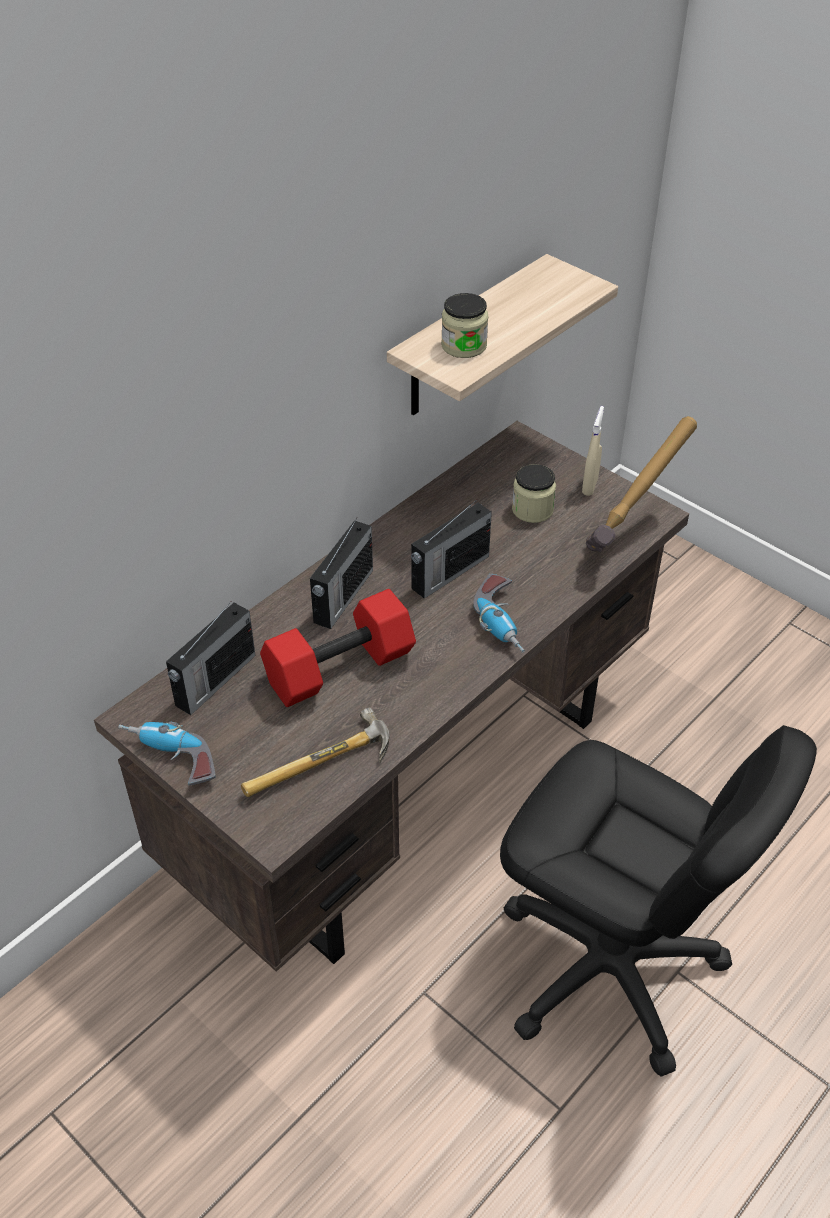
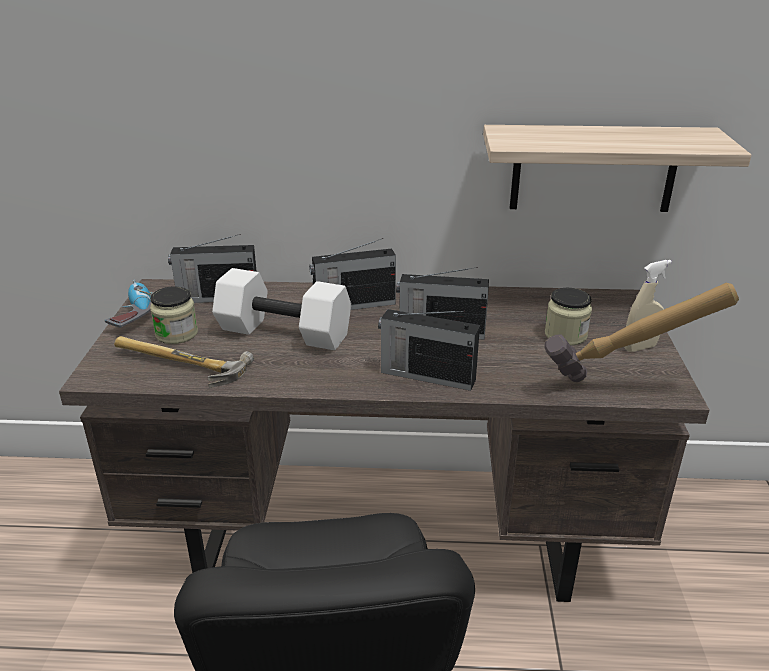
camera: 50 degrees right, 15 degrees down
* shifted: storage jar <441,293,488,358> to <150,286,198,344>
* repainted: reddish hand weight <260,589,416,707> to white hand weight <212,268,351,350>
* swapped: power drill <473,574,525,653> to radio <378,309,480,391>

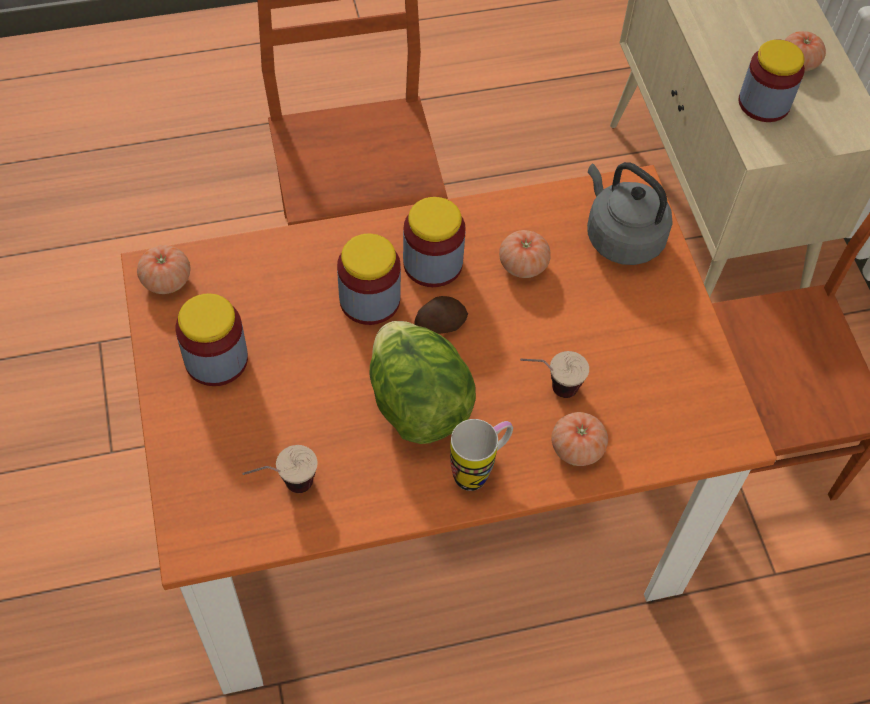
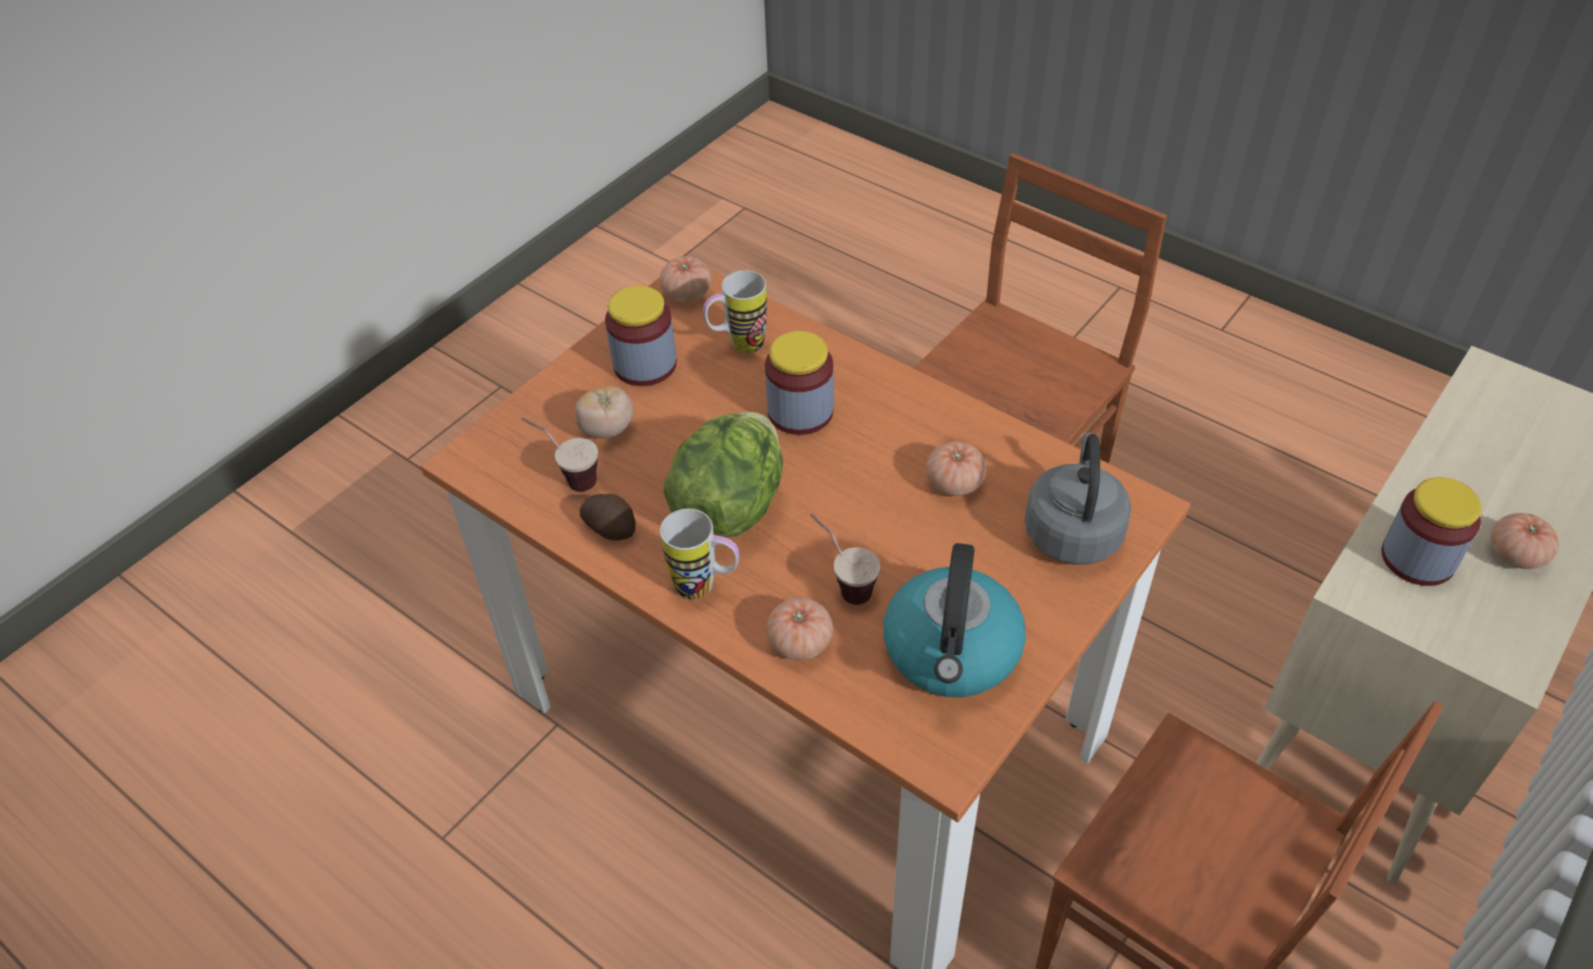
camera: 55 degrees right, 10 degrees down
* new: whole tomato <575,386,633,439>
* shifted: spud <414,296,468,334> to <580,494,636,541>
* new: mug <703,270,767,353>
* new: water kettle <883,543,1026,697>
* gone: storage jar <403,197,466,287>

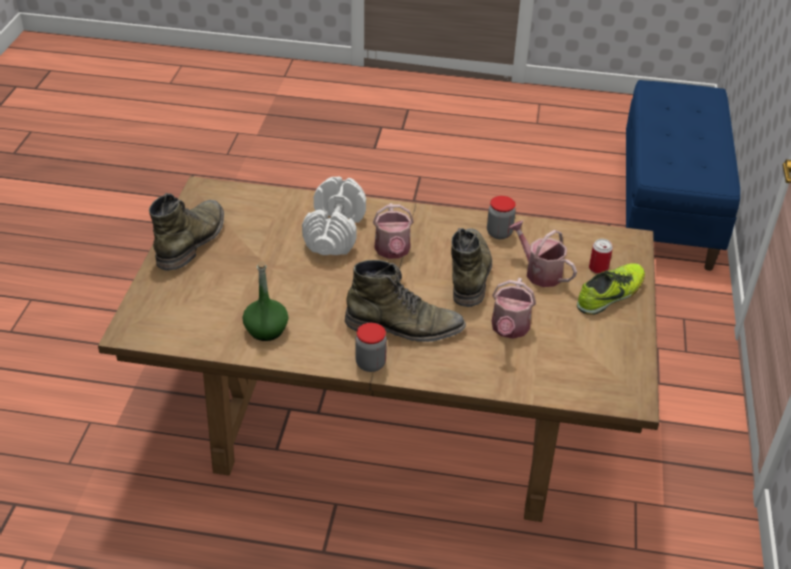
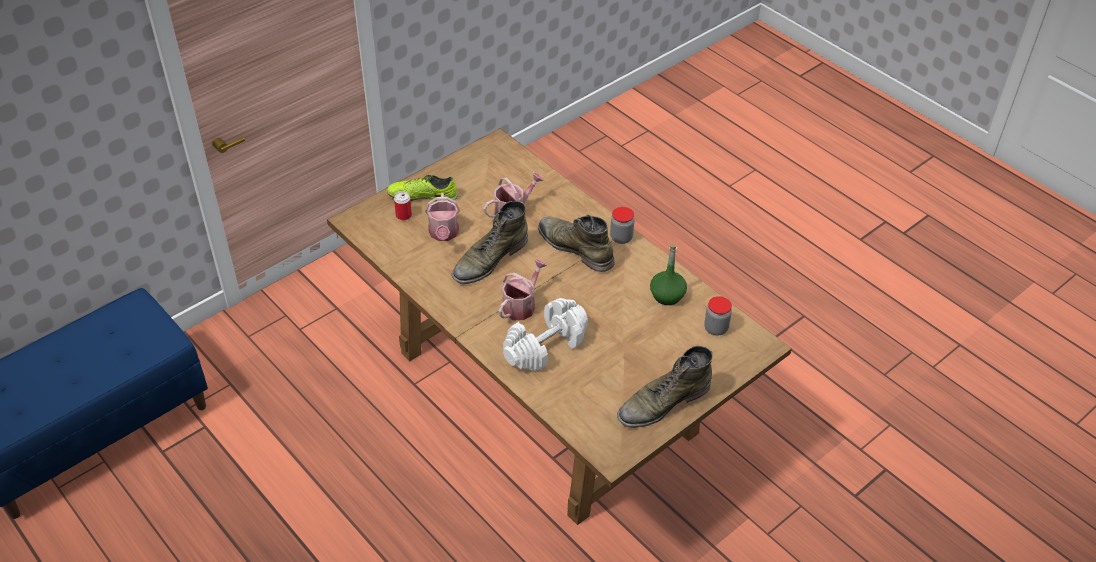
camera: 140 degrees left, 5 degrees up
* shifted: storage jar <487,196,516,239> to <704,296,732,336>

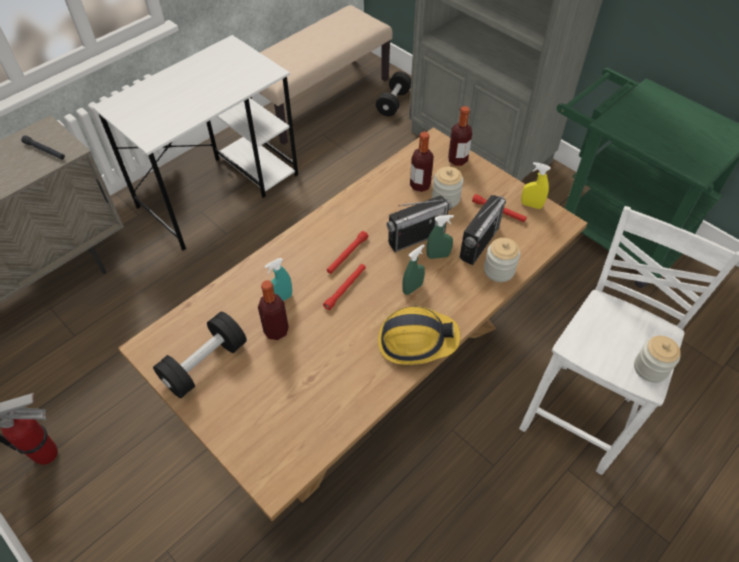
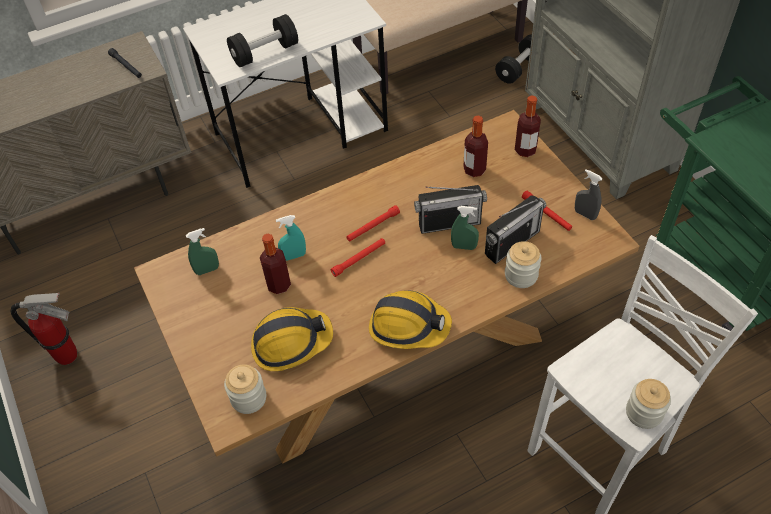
camera: 20 degrees right, 0 degrees up
* shifted: greenish sprayer <402,244,425,295> to <186,228,219,275>
* shifted: storage jar <432,167,463,207> to <224,364,266,414>
* shifted: black-coloured hand weight <153,312,247,398> to <227,14,298,67>
* new: hard hat <251,307,333,371>
* repainted: yellow-coloured sprayer <521,162,550,209> to gray sprayer <575,169,603,220>

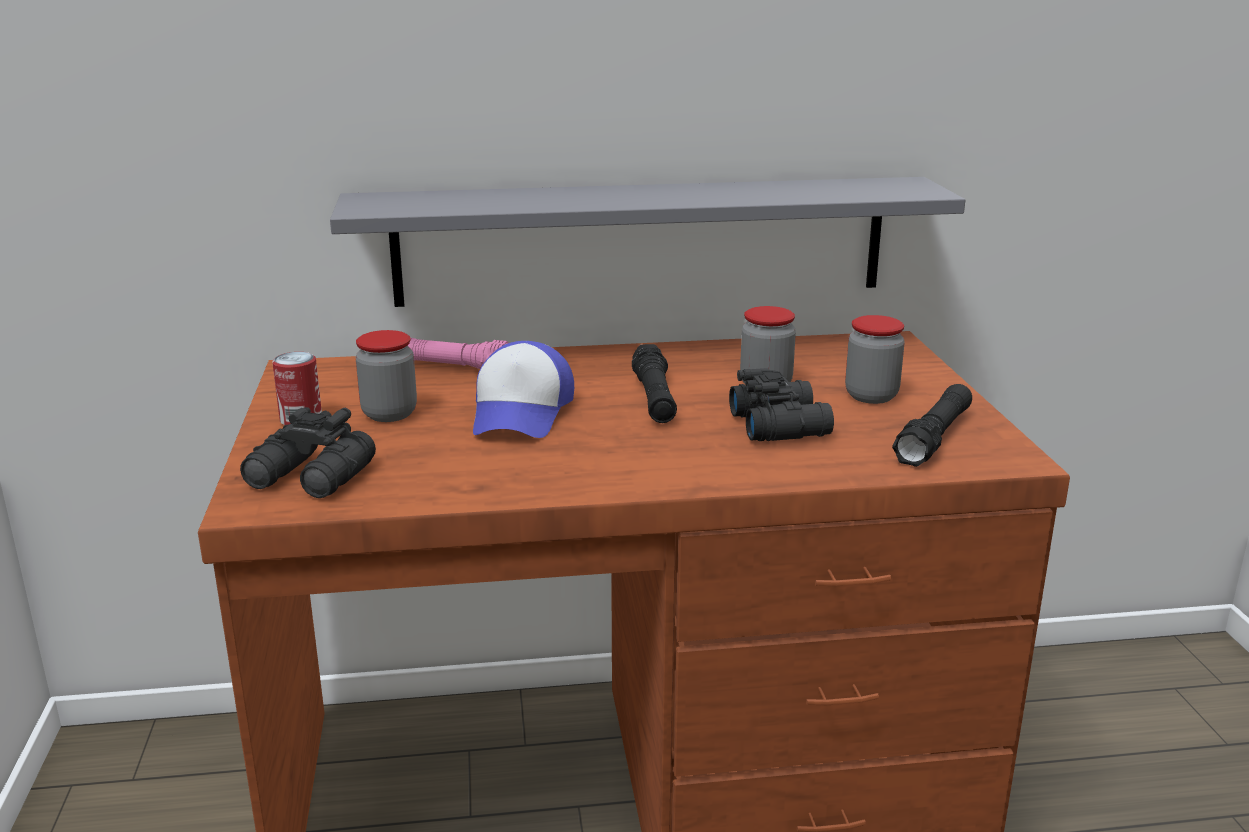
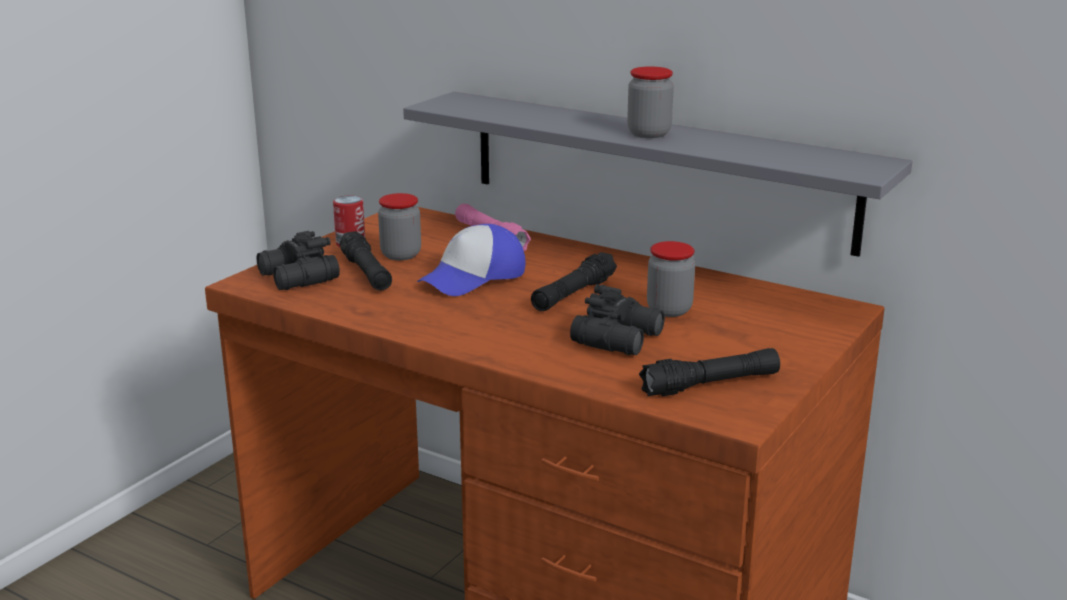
camera: 40 degrees right, 0 degrees up
* new: black-coloured flashlight <339,231,392,291>
* shifted: storage jar <845,315,905,404> to <627,66,674,138>

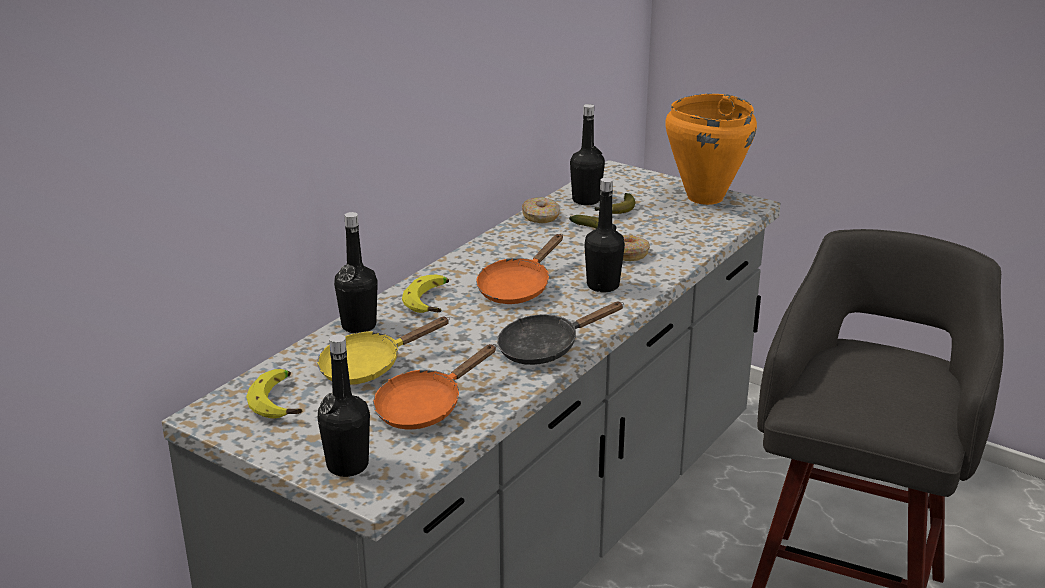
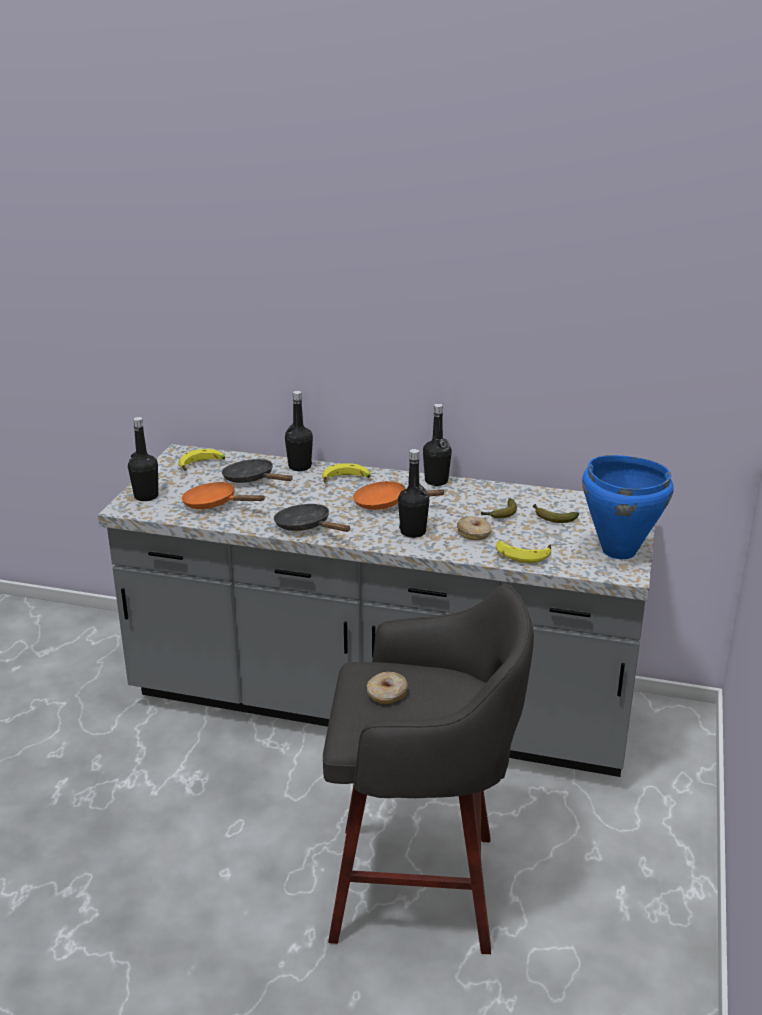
camera: 70 degrees right, 0 degrees up
* repainted: yellow-coloured pan <317,317,450,384> to black-coloured pan <222,459,293,483>
* shifted: ring doughnut <522,197,560,223> to <367,672,408,704>
* shifted: black-coloured drink bottle <570,104,605,205> to <423,404,452,486>
* new: banana <496,540,551,563>
* repainted: orange stockpot <665,94,757,205> to bluish stockpot <582,455,674,559>

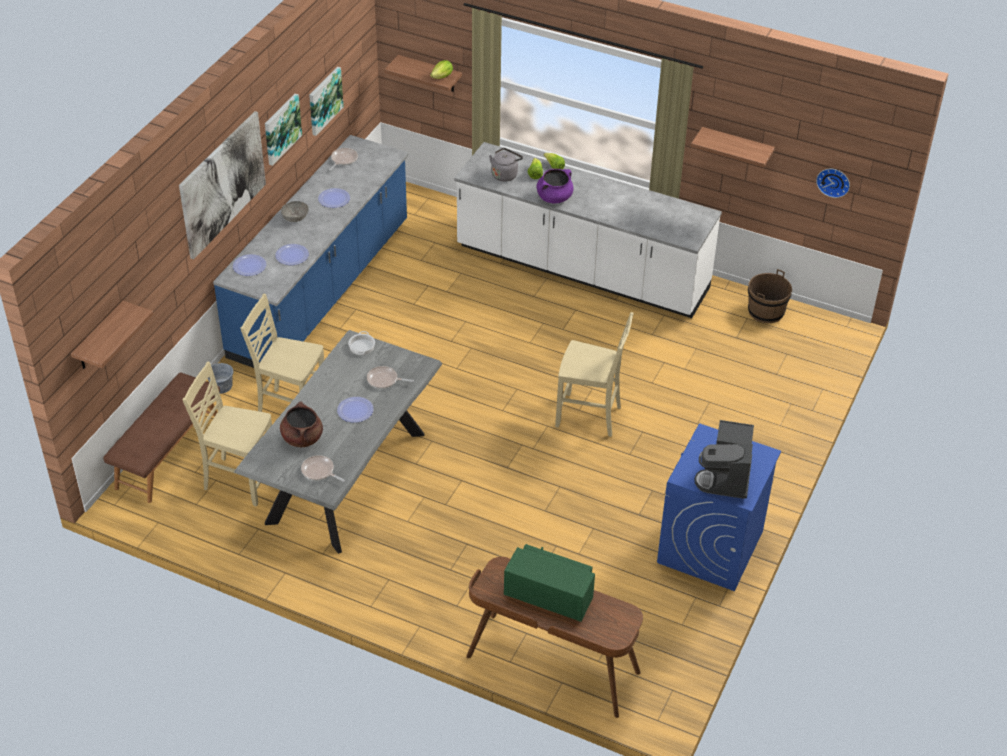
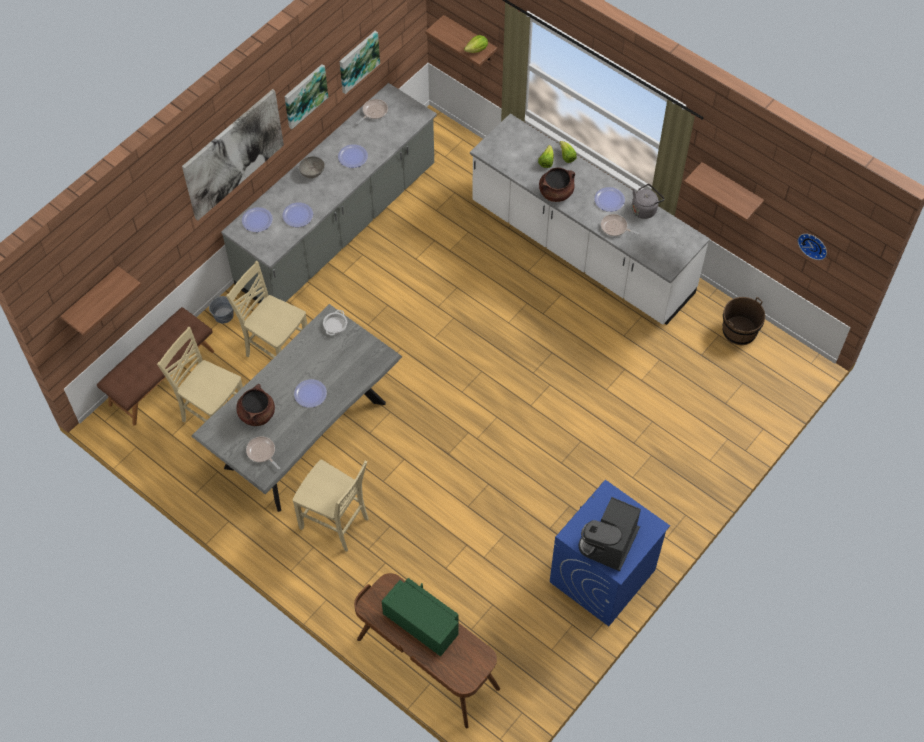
camera: 15 degrees right, 15 degrees up
* repainted: bluish counter <213,135,409,368> to gray counter <221,83,437,304>
* shifted: sand-coloured plain chair <555,312,634,437> to <292,460,369,552>
* repainted: purple stockpot <537,169,574,204> to brown stockpot <539,167,575,202>
* new: flat dish <594,187,625,212>
* shifted: pan <367,366,414,389> to <601,214,640,236>
* shifted: gray water kettle <489,148,523,182> to <632,184,664,219>

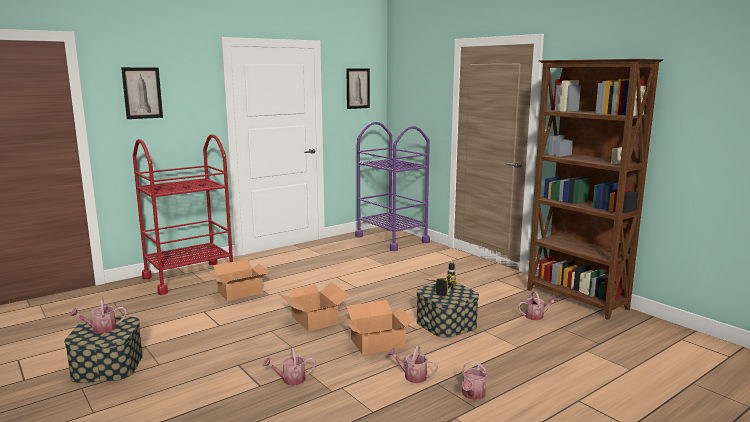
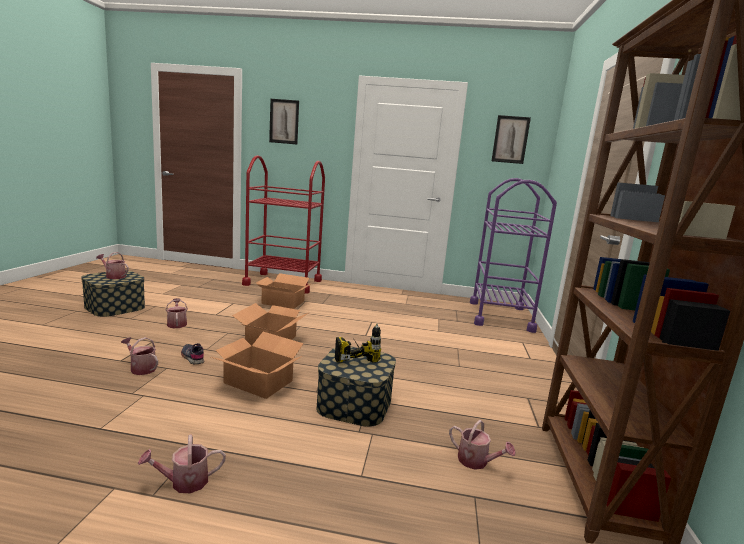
camera: 45 degrees right, 0 degrees up
* shifted: watering can <387,346,438,383> to <166,298,188,328>
* new: gray item of footwear <181,343,204,364>

